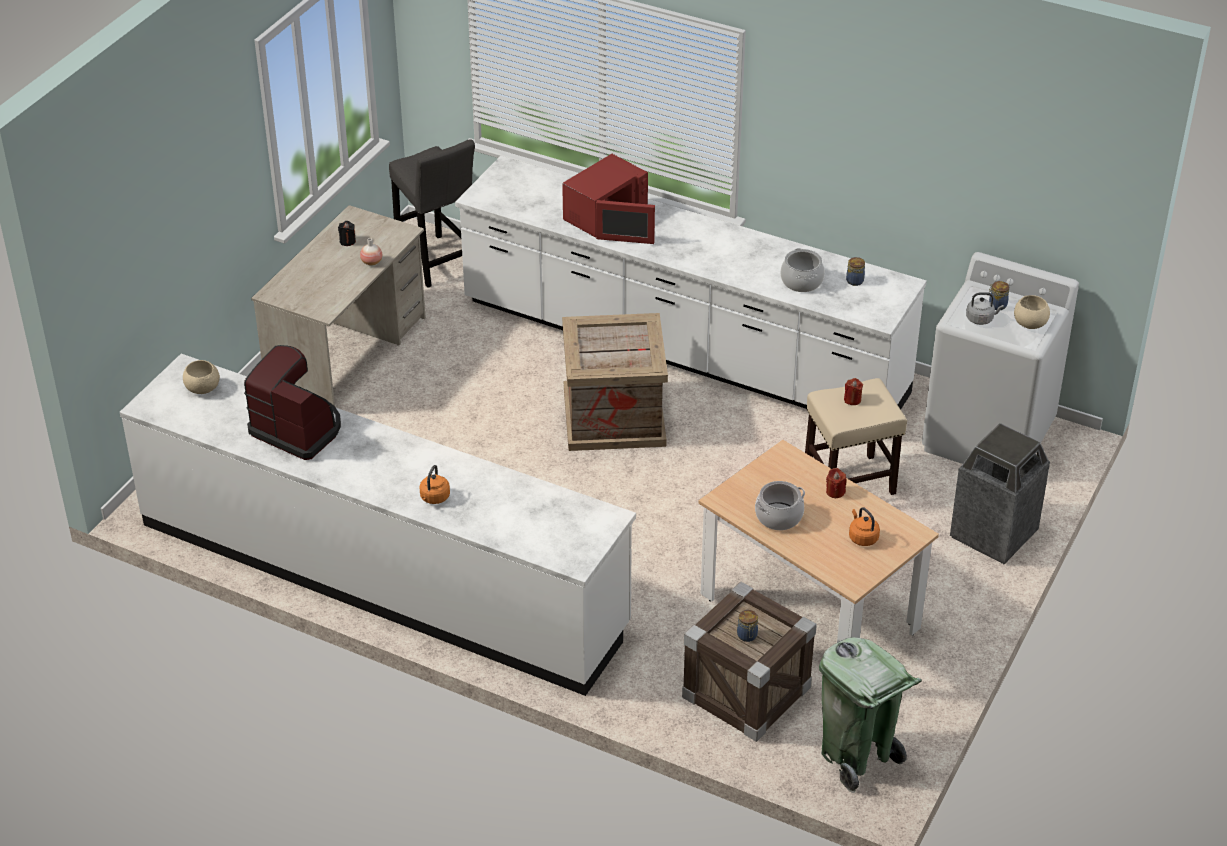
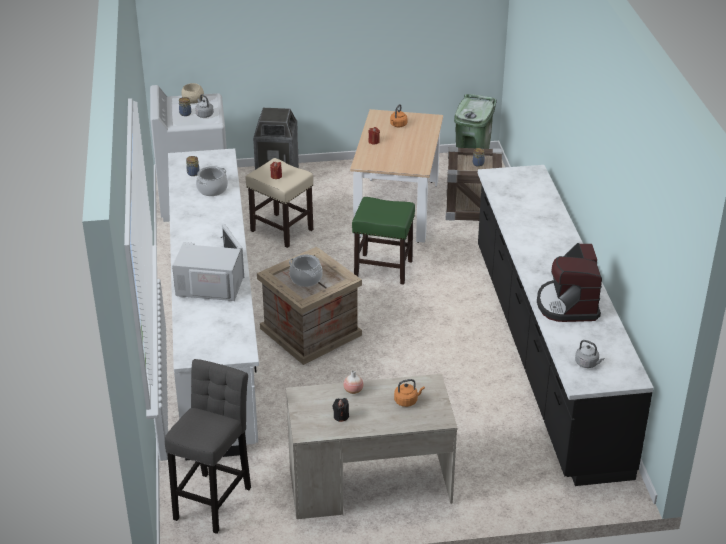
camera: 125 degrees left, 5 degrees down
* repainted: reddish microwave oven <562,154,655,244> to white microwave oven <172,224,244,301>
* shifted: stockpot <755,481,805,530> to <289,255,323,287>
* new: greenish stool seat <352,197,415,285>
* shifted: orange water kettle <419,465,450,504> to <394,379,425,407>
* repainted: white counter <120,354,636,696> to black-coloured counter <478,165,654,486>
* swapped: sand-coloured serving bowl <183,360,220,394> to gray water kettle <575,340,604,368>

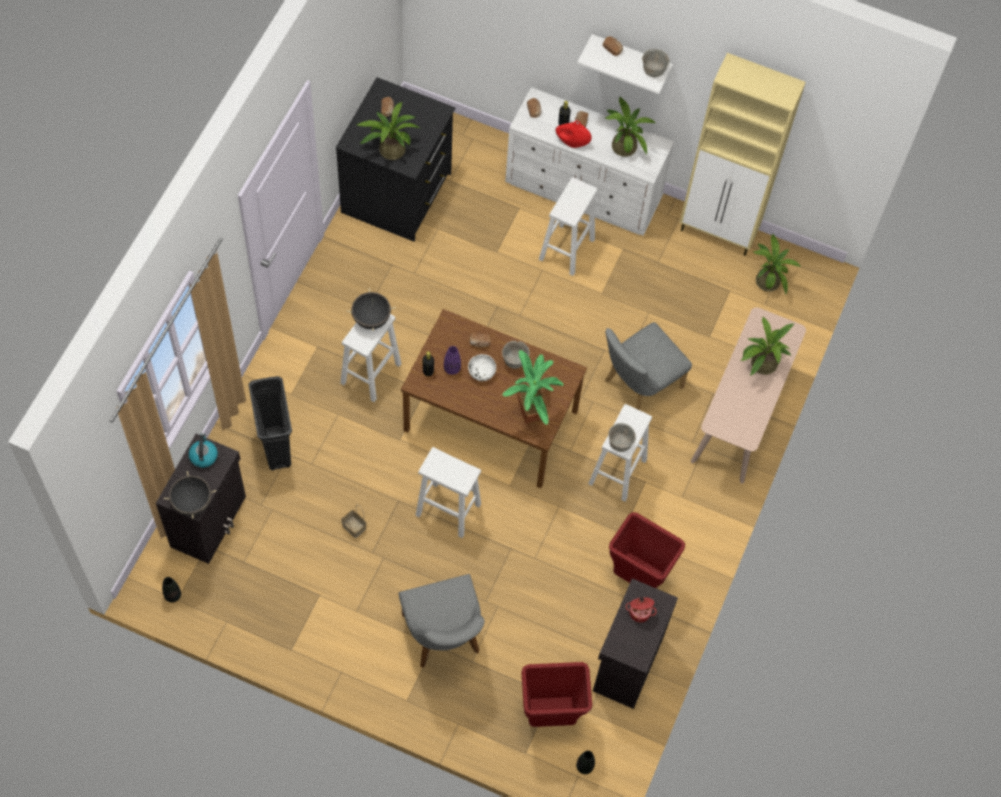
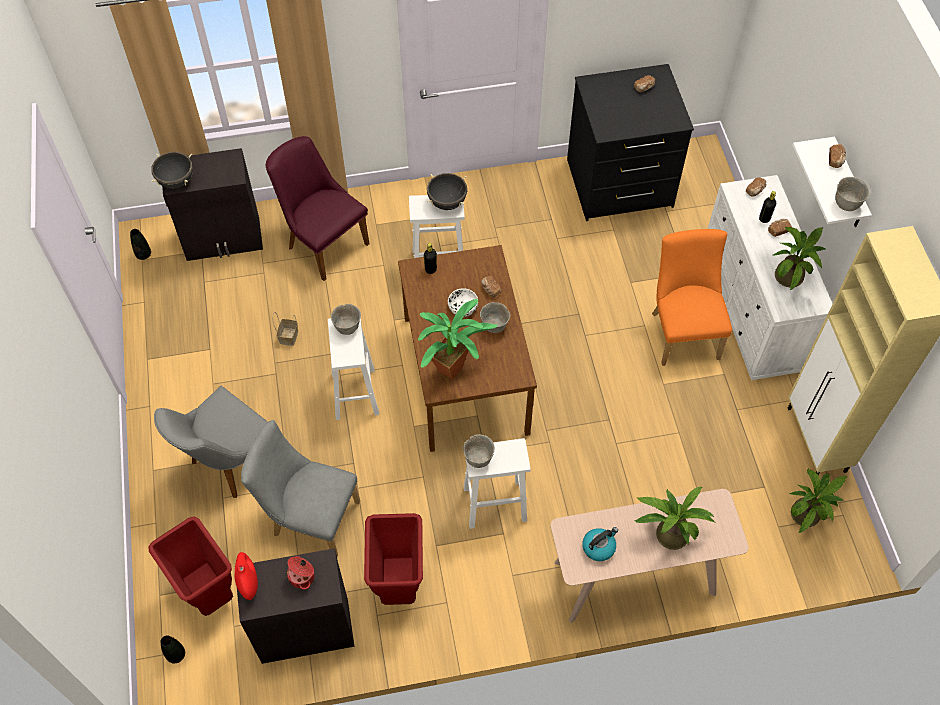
camera: 60 degrees right, 5 degrees down
* shifted: reddish vase <556,121,592,148> to <235,552,258,600>
* shifted: gray plain chair <605,322,692,410> to <241,420,360,557>
* swapped: black-coloured rubbish bin <248,376,292,470> to purple plain chair <266,136,369,281>
* new: gray serving bowl <331,304,361,335>
* shifted: water kettle <188,433,218,468> to <582,527,618,561>
* swapped: white stool seat <539,177,598,276> to orange plain chair <652,229,732,366>
* gone: plant in a pot <356,102,420,160>
* gone: purple vase <444,346,461,375>

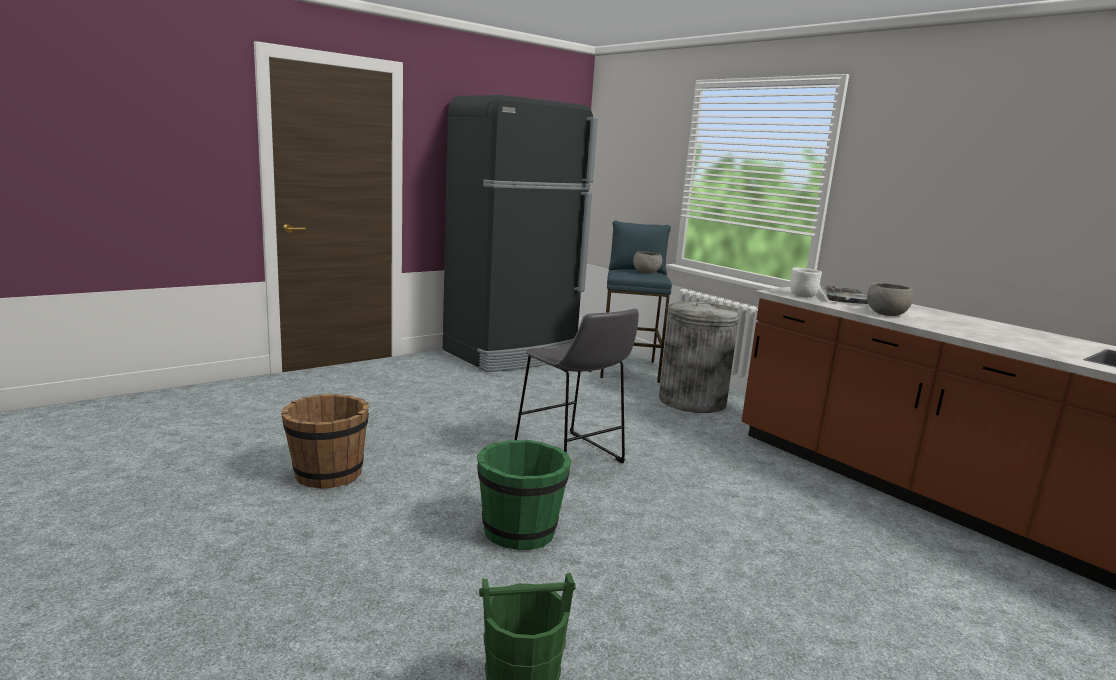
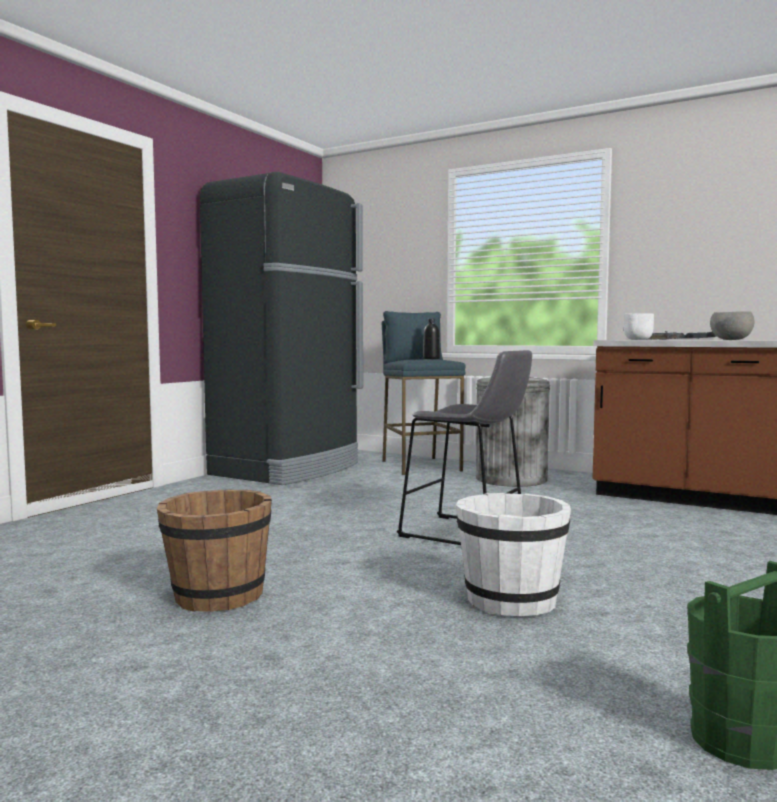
camera: 20 degrees left, 10 degrees down
* swapped: gray serving bowl <633,251,662,274> to black-coloured drink bottle <423,319,440,359>
* repainted: greenish bucket <477,440,571,550> to white bucket <456,493,571,616>

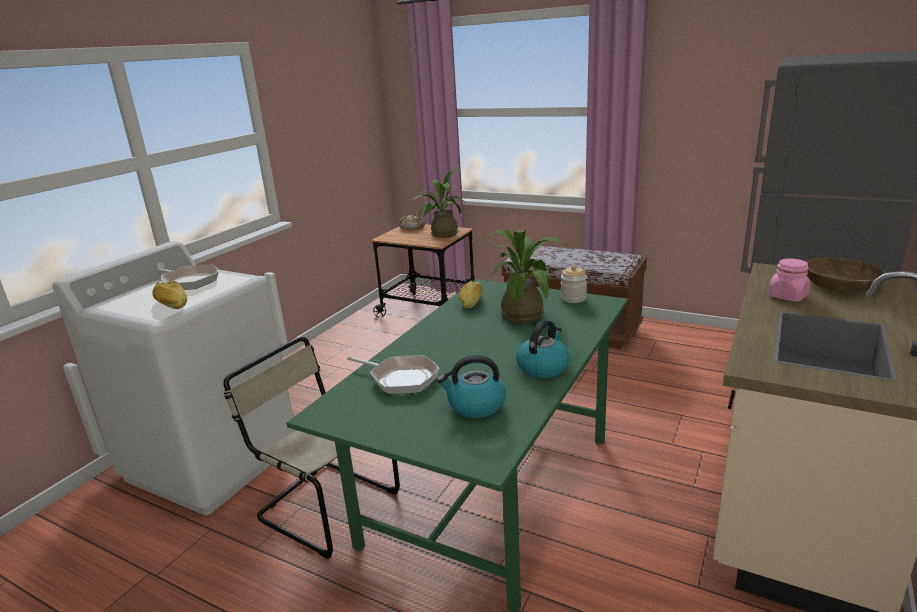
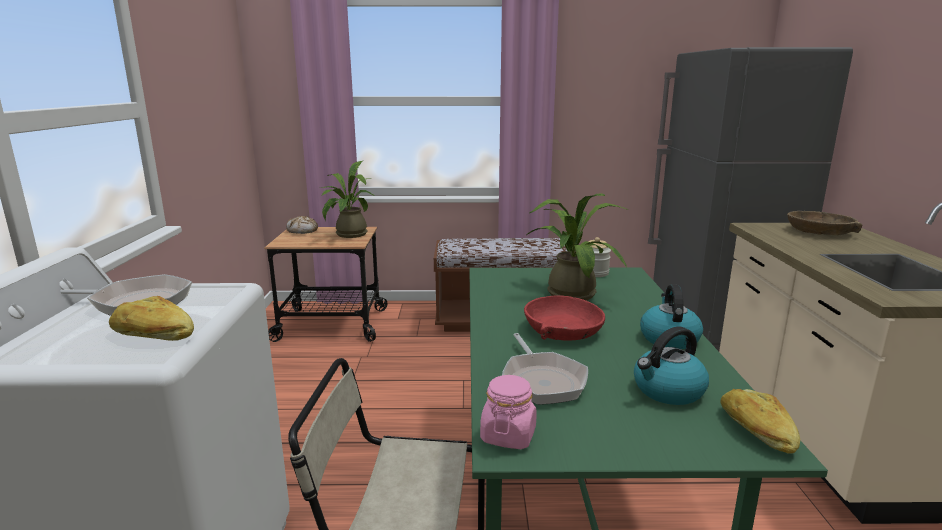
camera: 30 degrees left, 5 degrees down
* shifted: pinkish storage jar <768,258,811,301> to <480,375,537,449>
* rotated: pan <347,355,440,394> = <502,333,588,405> 75 degrees clockwise
* new: reddish serving bowl <524,295,605,341>
* shifted: baked bread <459,280,483,308> to <721,389,800,454>

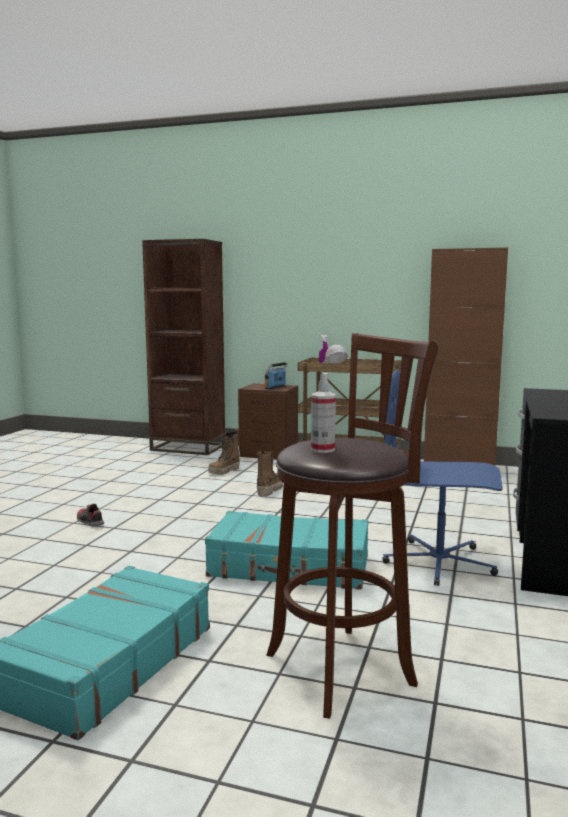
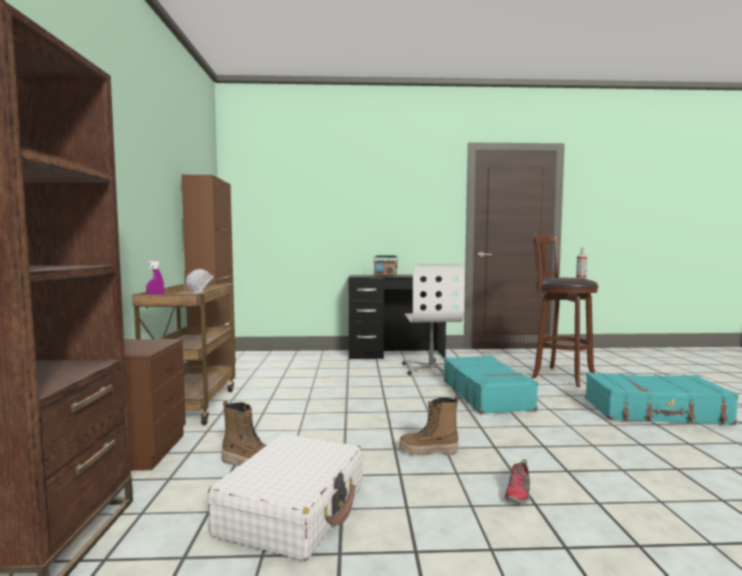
camera: 110 degrees left, 5 degrees down
* new: white suitcase <208,434,362,561>
* shifted: radio <264,362,288,389> to <373,255,398,277>
* shifted: tall boot <257,450,283,496> to <399,396,459,455>
* repainted: bluish computer chair <382,369,503,586> to white computer chair <402,264,465,375>

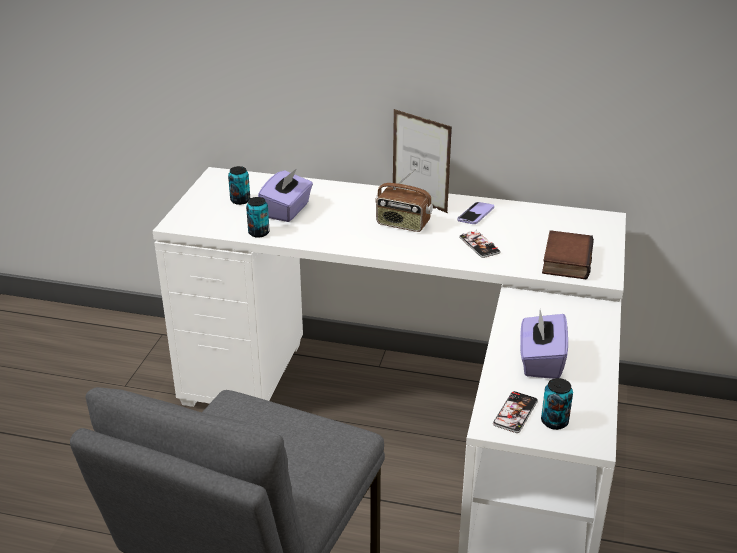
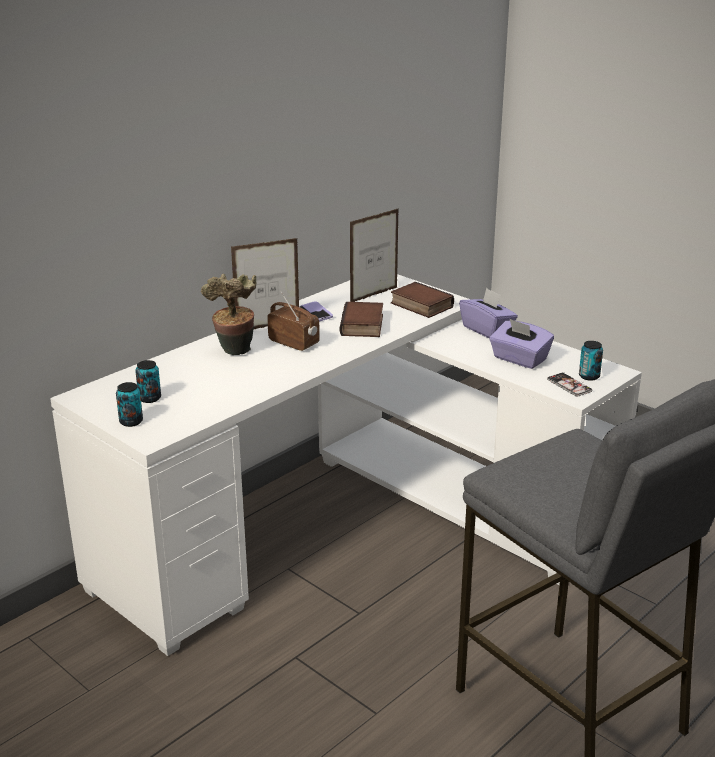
camera: 60 degrees left, 5 degrees down
* shifted: can <246,197,270,238> to <116,382,143,427>
* new: plant in a pot <201,274,257,355>
* rotated: radio <375,168,433,232> = <267,290,320,351> 105 degrees counterclockwise
* swapped: phone <459,230,501,258> to bound book <340,302,383,337>
* new: photo frame <350,208,399,302>
* shifted: purple tissue holder <258,168,313,222> to <459,288,518,338>

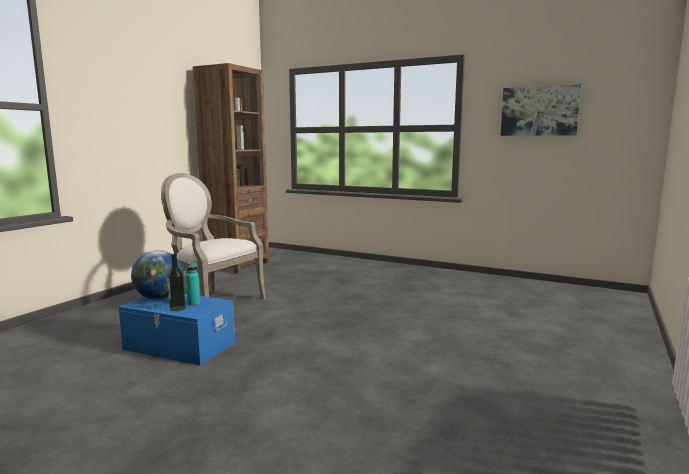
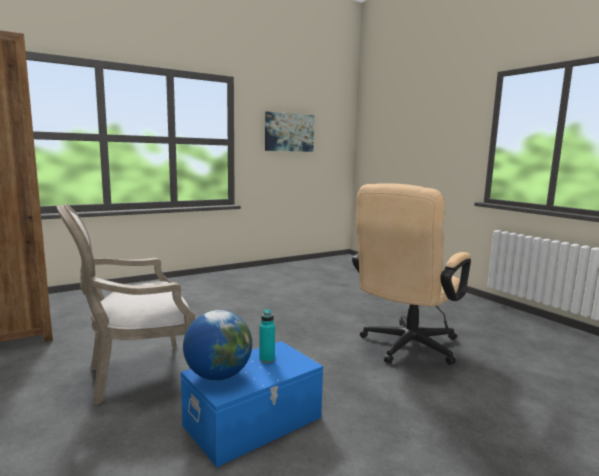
camera: 60 degrees left, 0 degrees up
* new: sand-coloured computer chair <352,183,471,365>
* gone: drink bottle <167,253,186,311>

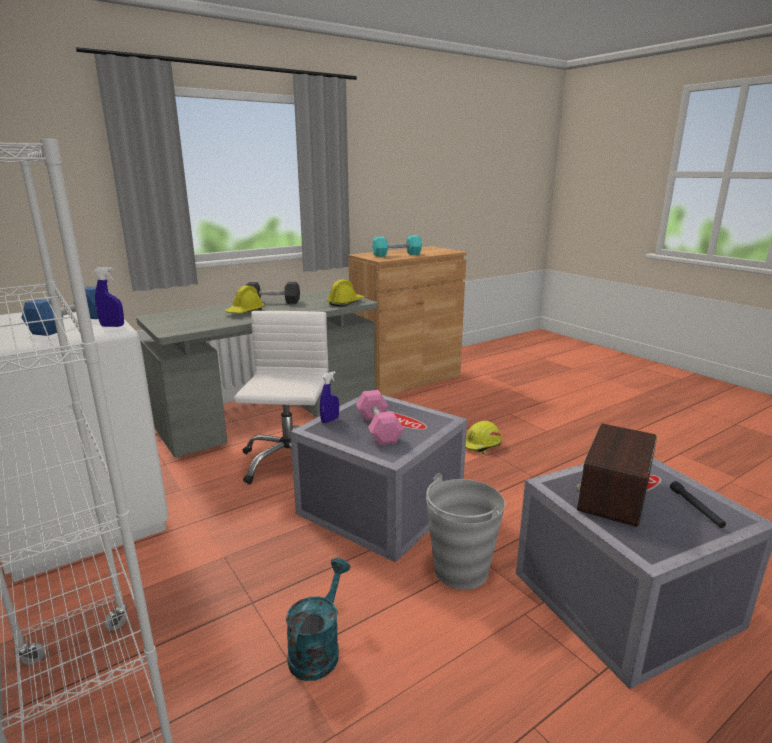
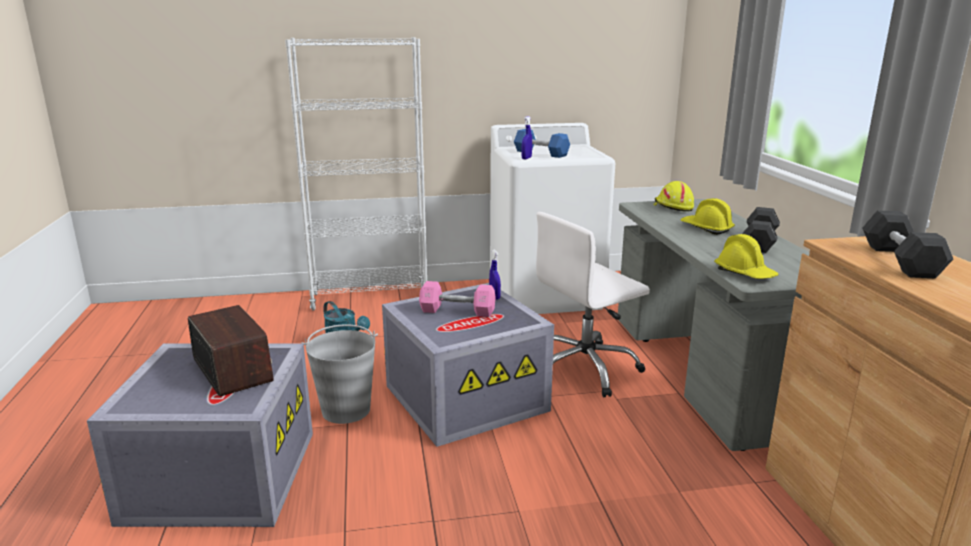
camera: 115 degrees right, 0 degrees up
* rotated: white computer chair <234,311,328,485> = <536,212,650,397> 120 degrees clockwise
* shifted: yellow-coloured hard hat <466,421,502,454> to <654,181,694,212>
* repainted: blue-green hand weight <372,235,422,257> to black-coloured hand weight <862,211,953,278>
* gone: black-coloured flashlight <670,481,726,528>

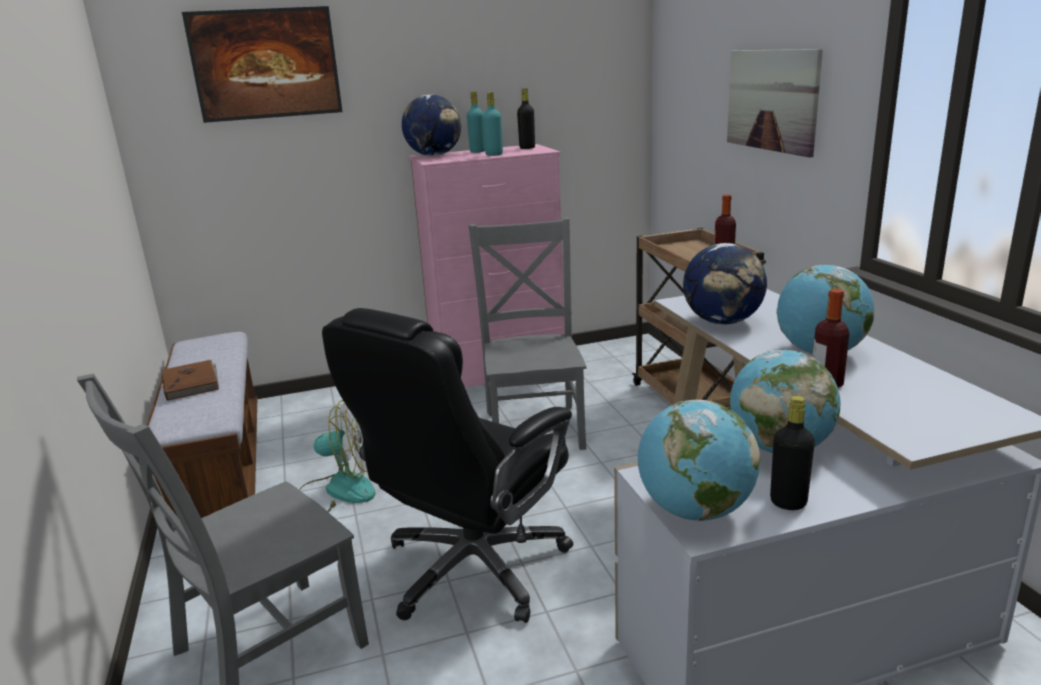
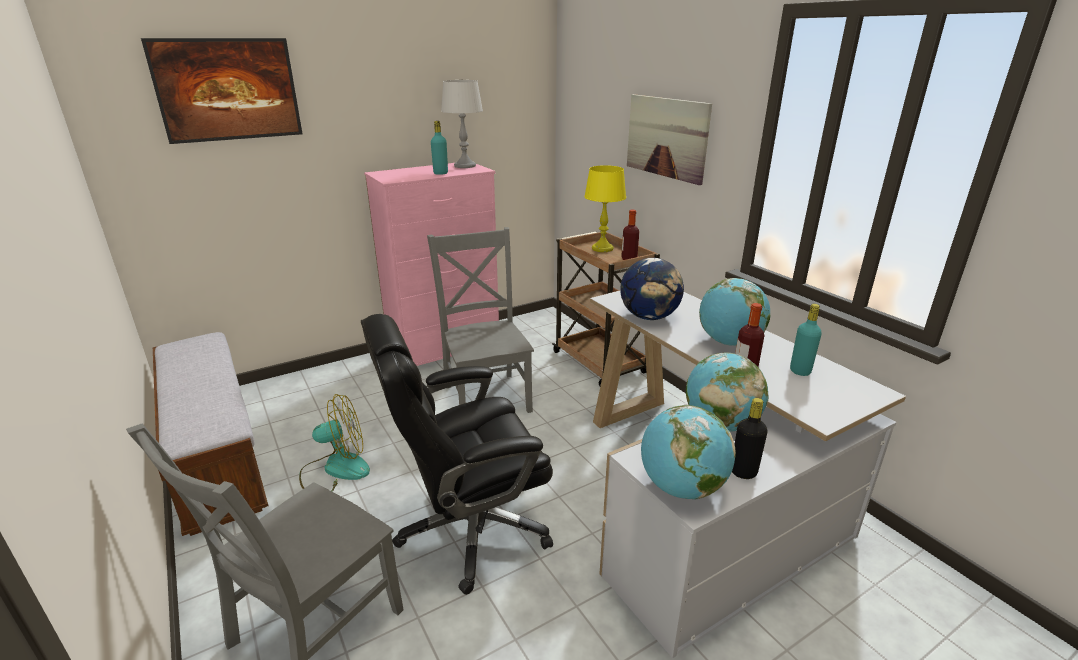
camera: 15 degrees left, 5 degrees up
* rotated: black-coloured computer chair <322,308,574,623> = <361,314,553,595> 45 degrees clockwise
* swapped: black-coloured drink bottle <517,88,535,149> to gray tabletop lamp <441,80,483,168>
* new: yellow-coloured tabletop lamp <584,165,626,252>
* shifted: blue-green drink bottle <467,91,485,153> to <790,304,822,376>
* gone: brown bound book <162,360,219,401>
* gone: world globe <402,94,461,156>

